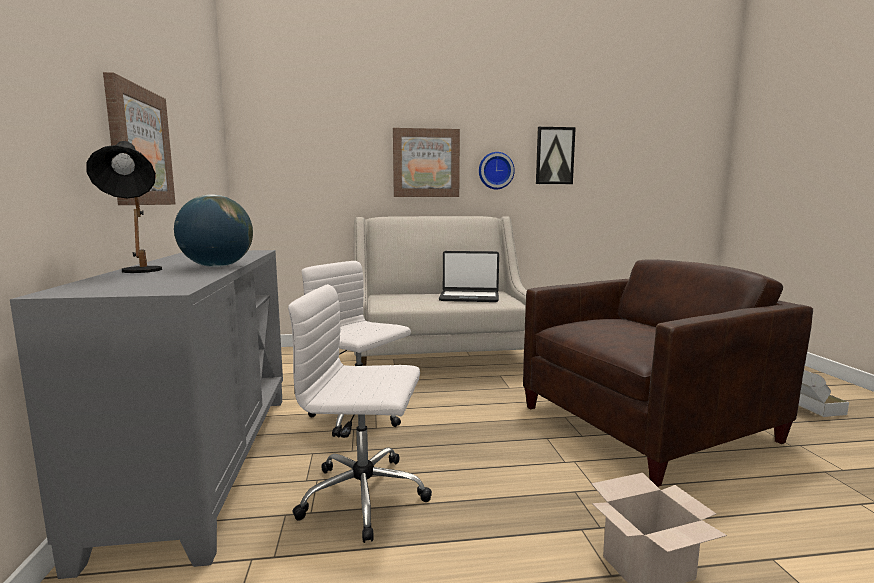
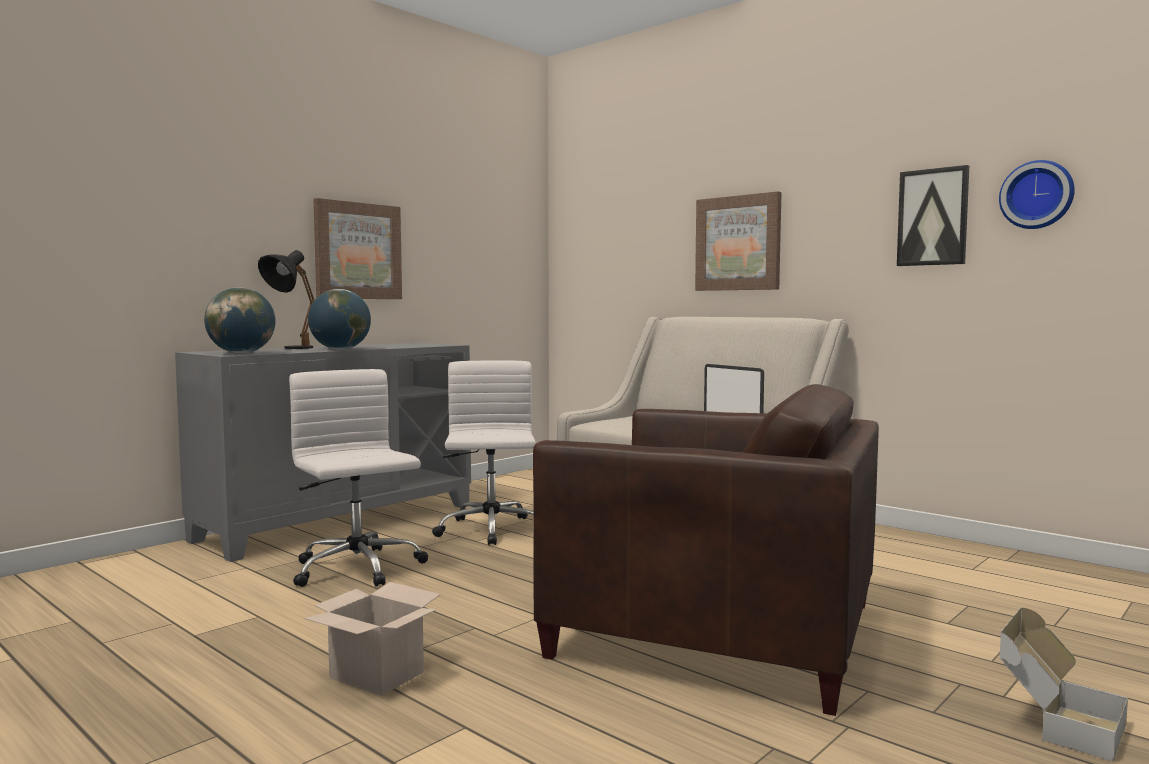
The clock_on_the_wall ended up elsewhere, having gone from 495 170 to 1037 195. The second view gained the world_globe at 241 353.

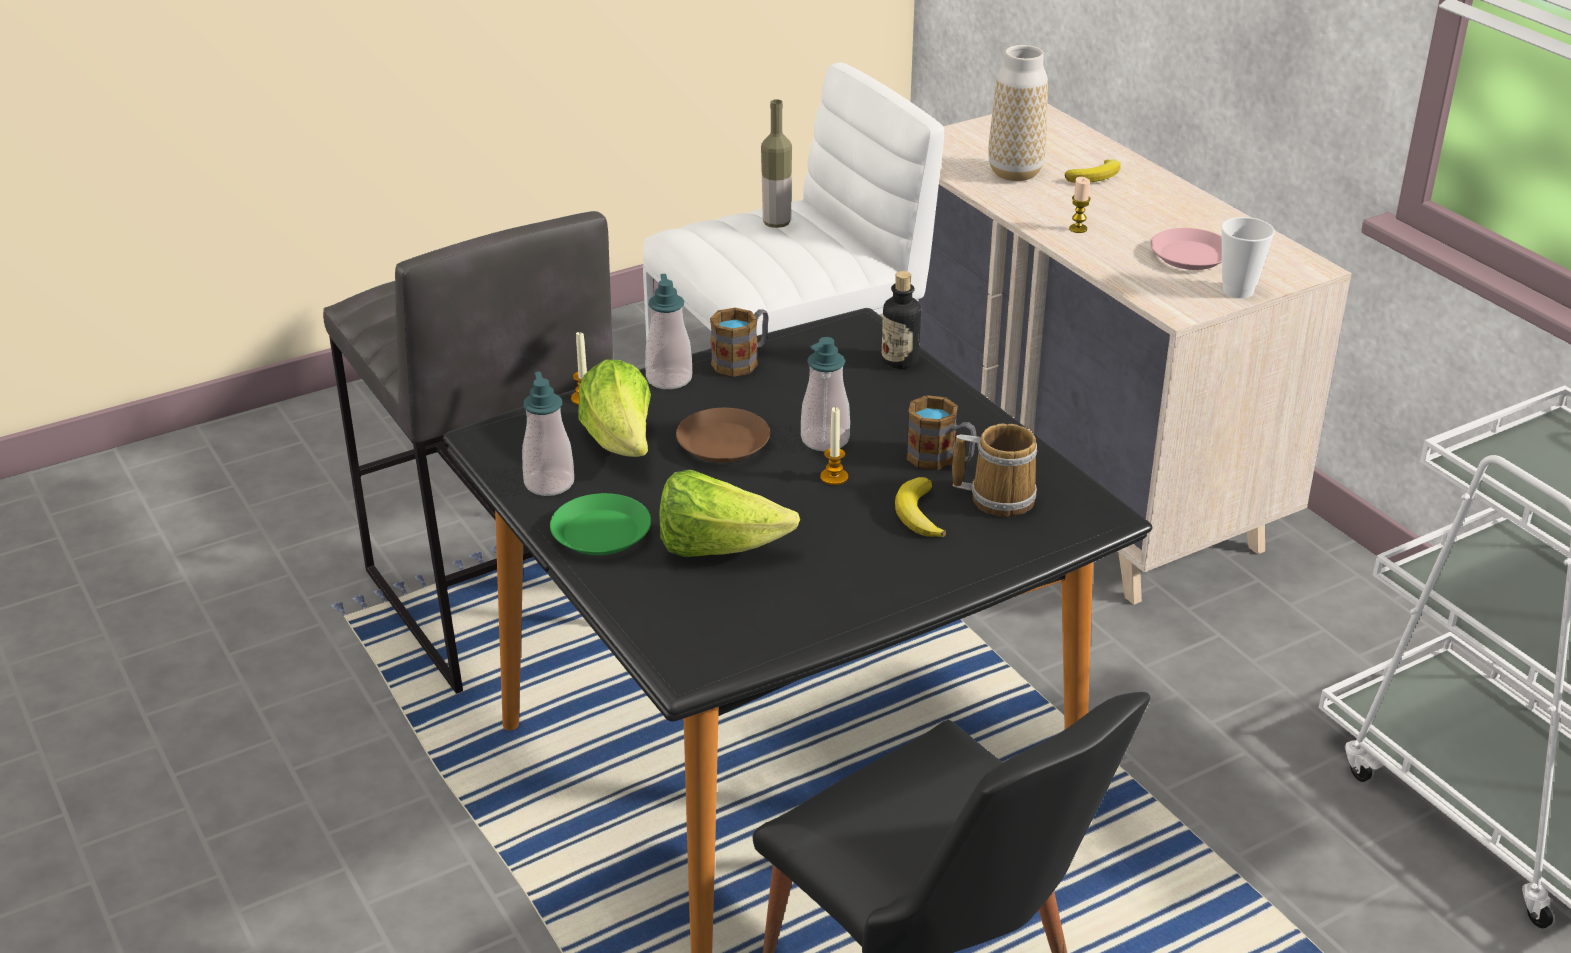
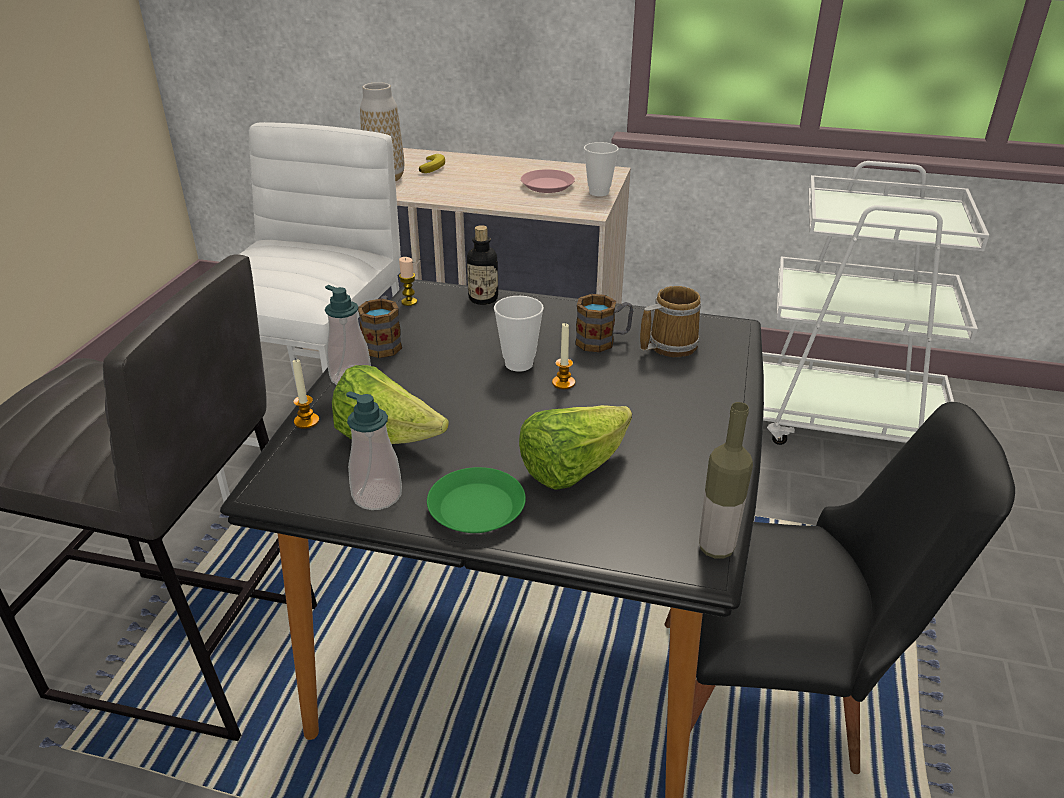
The second view lost the brown_plate at 723 443. The drink_bottle ended up elsewhere, having gone from 776 223 to 716 548. Where the liquid_soap_bottle stood at 825 440, the cup came to stand at 519 364. The second view lost the banana at 918 514. The wax_light ended up elsewhere, having gone from 1078 229 to 409 302.

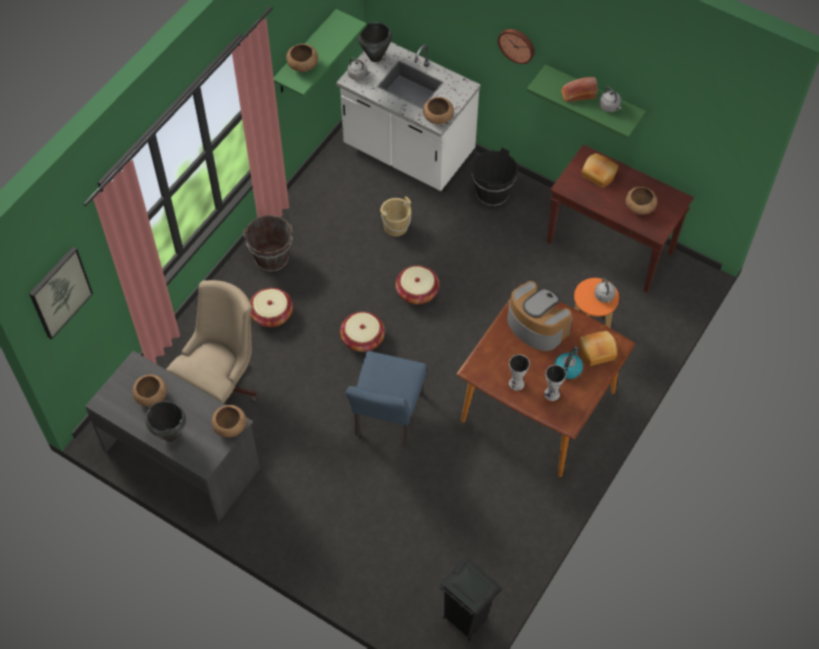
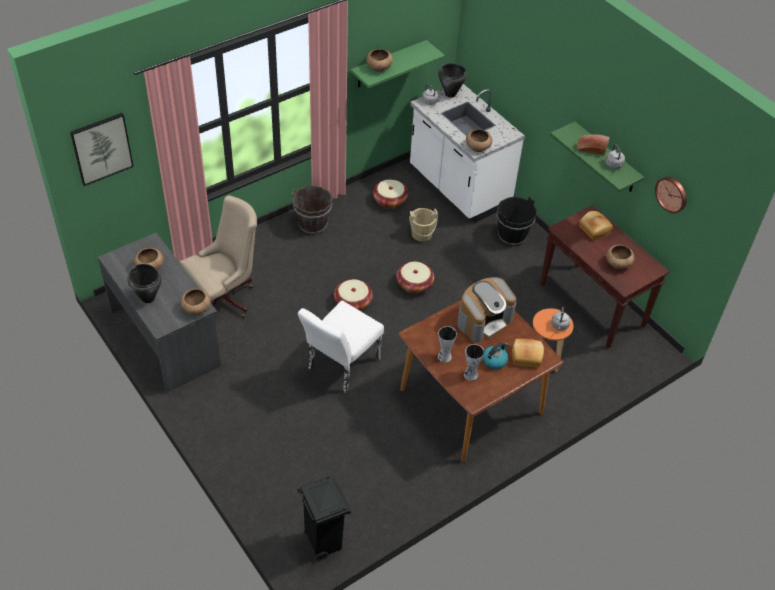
The basket ended up elsewhere, having gone from 272 314 to 390 201. What was the blue-coloured_plain_chair at 386 420 turned into the whitish_plain_chair at 340 367. The clock_on_the_wall ended up elsewhere, having gone from 517 45 to 672 194. The coffee_machine at 536 325 ended up facing another way, 75 degrees clockwise from before.

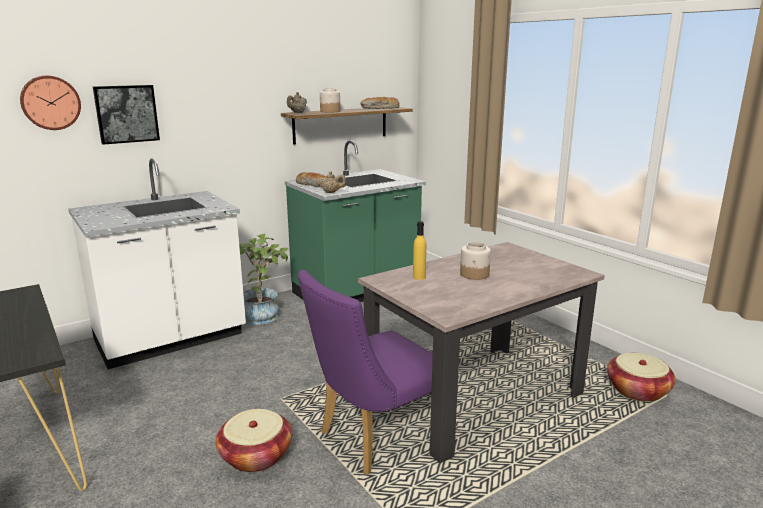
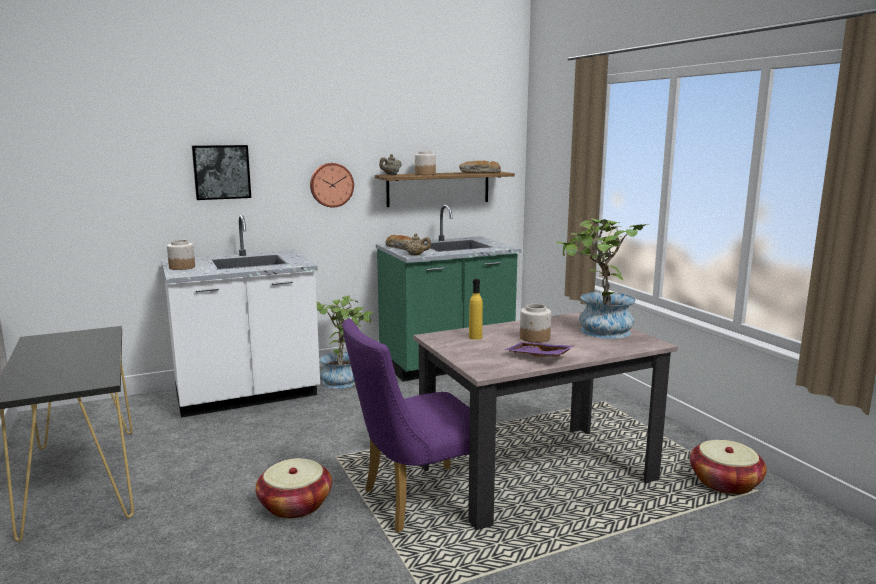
The clock_on_the_wall ended up elsewhere, having gone from 50 102 to 331 185. The second view gained the storage_jar at 182 267. The second view gained the purple_serving_tray at 538 357. The second view gained the plant_in_a_pot at 598 331.

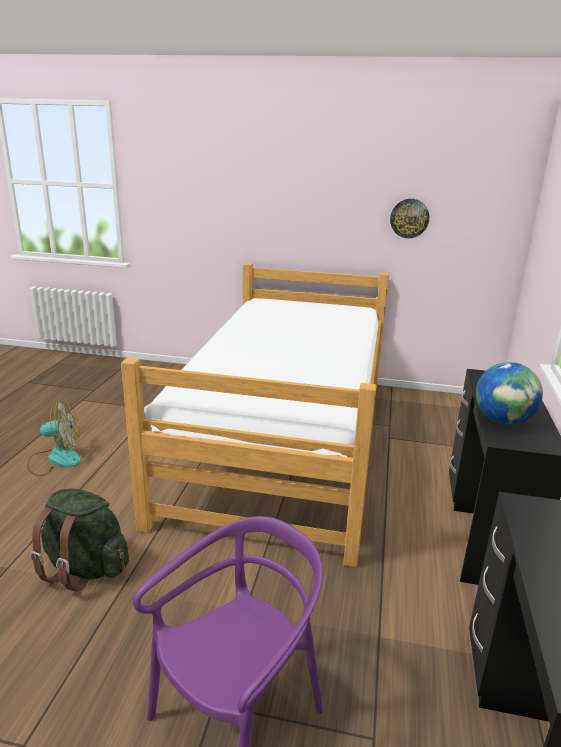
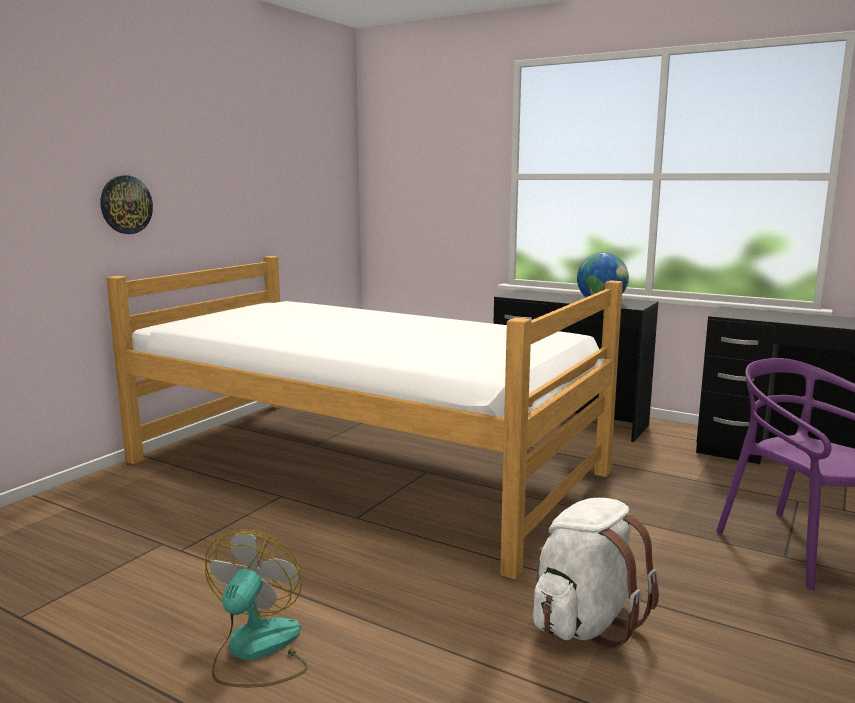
What was the green_knapsack at 85 568 turned into the whitish_knapsack at 585 622. The clock_on_the_wall ended up elsewhere, having gone from 409 218 to 126 205.

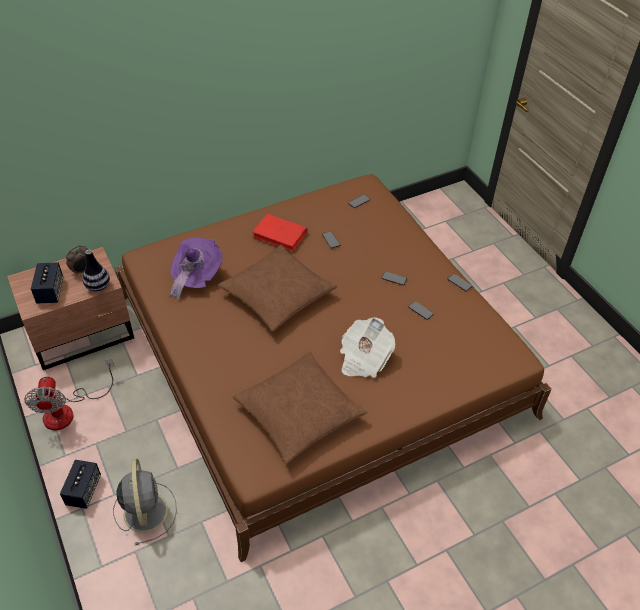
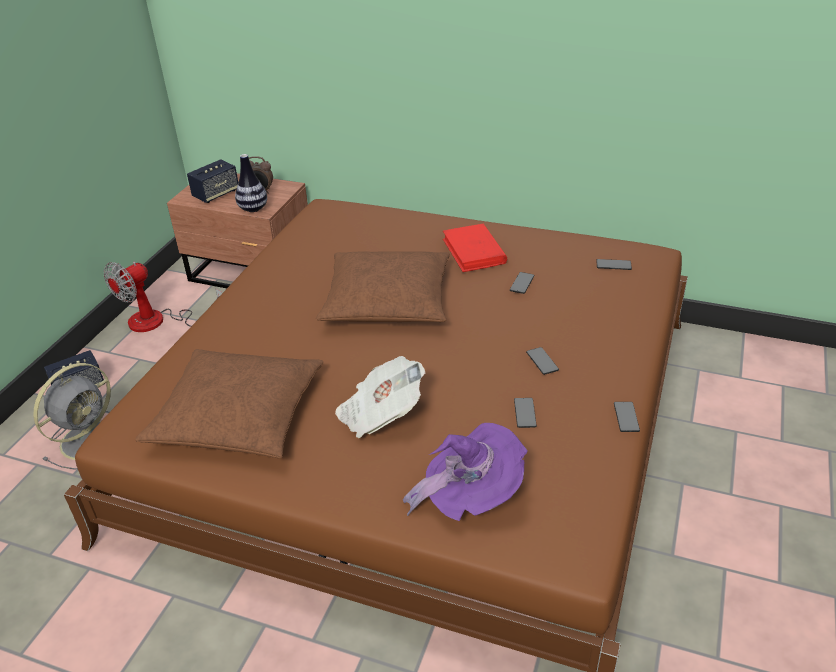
The purple_clothing_hat ended up elsewhere, having gone from 195 277 to 470 496.

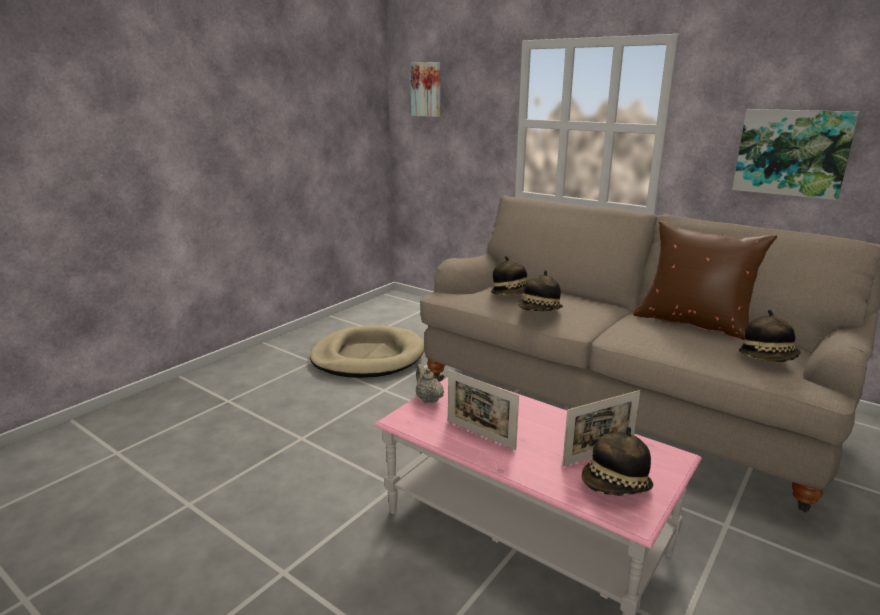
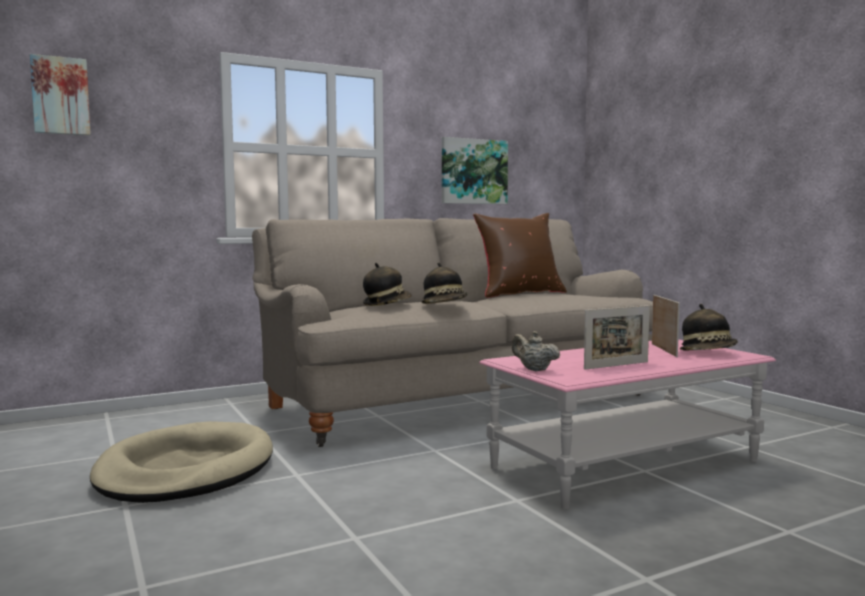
The beige_tea_pot at 428 399 ended up facing another way, 45 degrees clockwise from before. The second view lost the clothing_hat at 768 358.

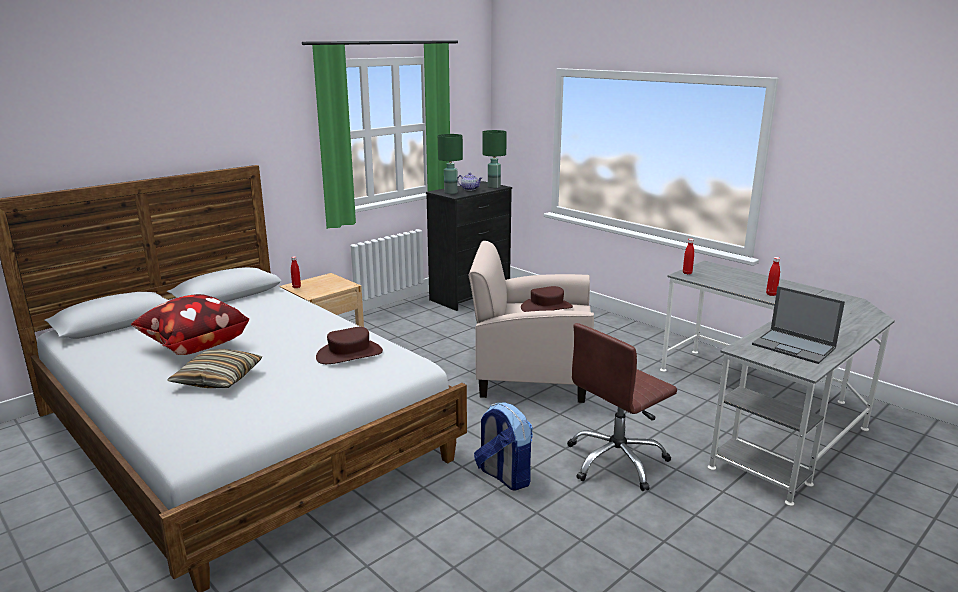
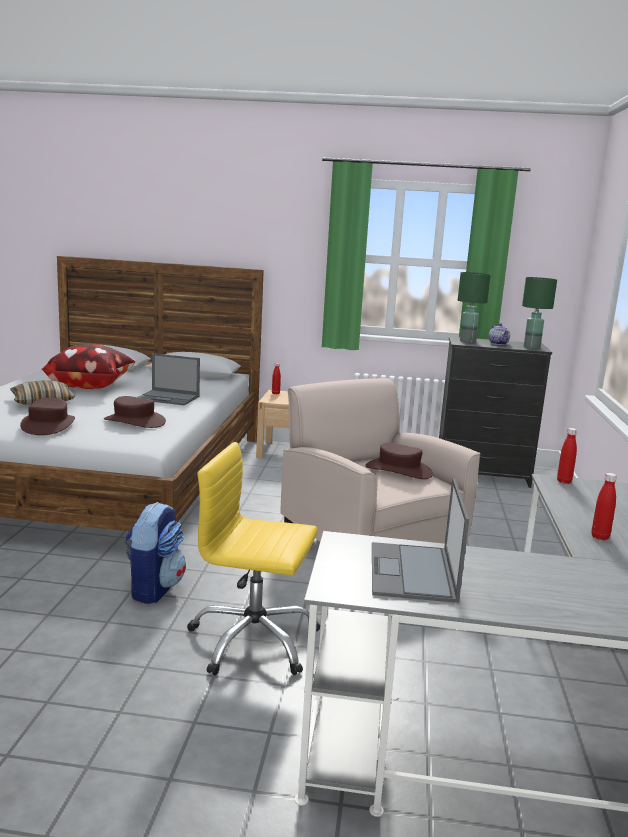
What was the brown_desk_chair at 616 461 turned into the yellowish_desk_chair at 253 641. The second view gained the brown_clothing_hat at 48 425. The second view gained the portable_computer at 168 398.

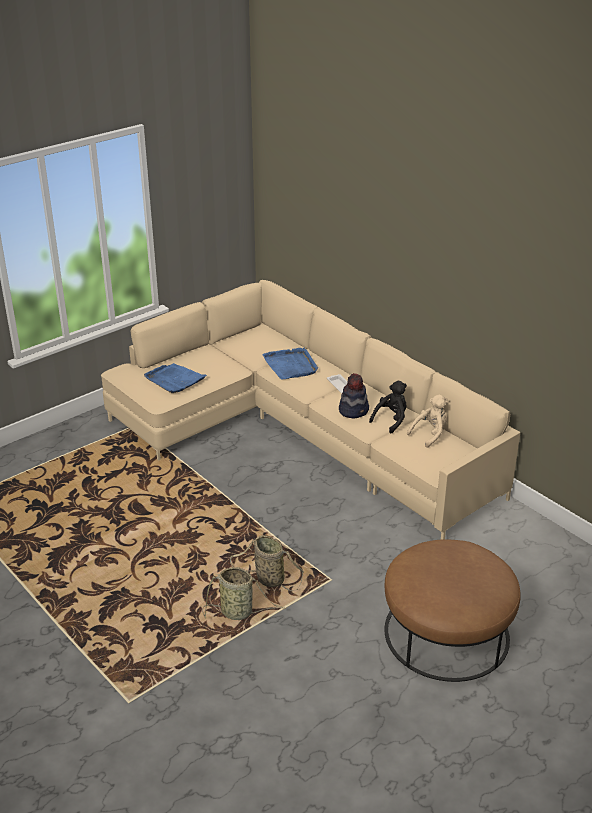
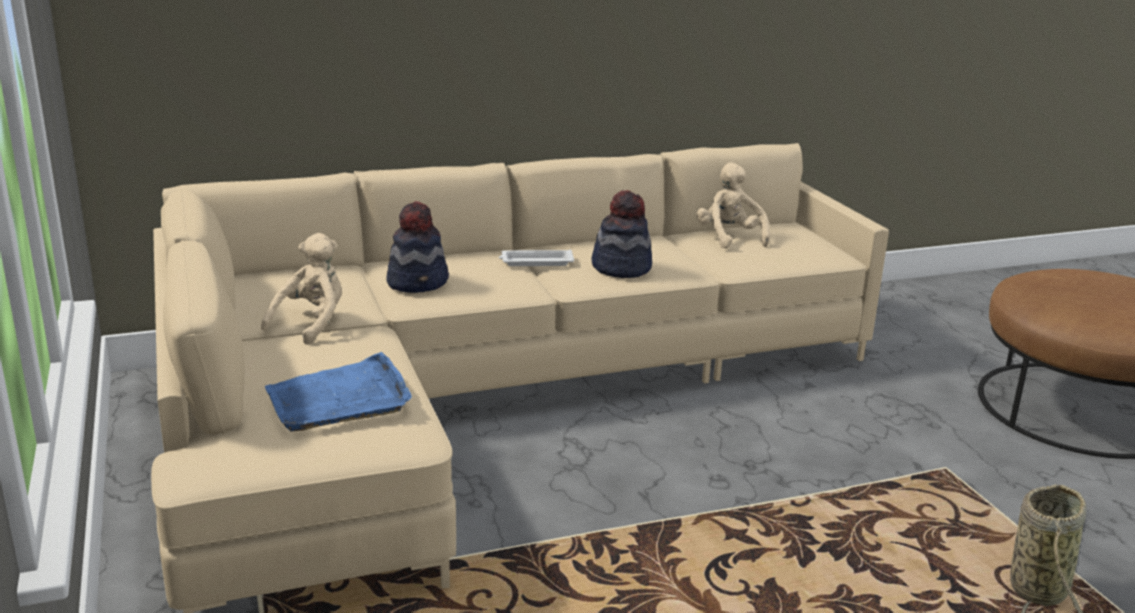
The second view lost the basket at 268 579. Where the blue-coloured_serving_tray stood at 291 365, the clothing_hat came to stand at 418 282. The second view lost the black_plush_toy at 391 420. The second view gained the beige_plush_toy at 311 324.

